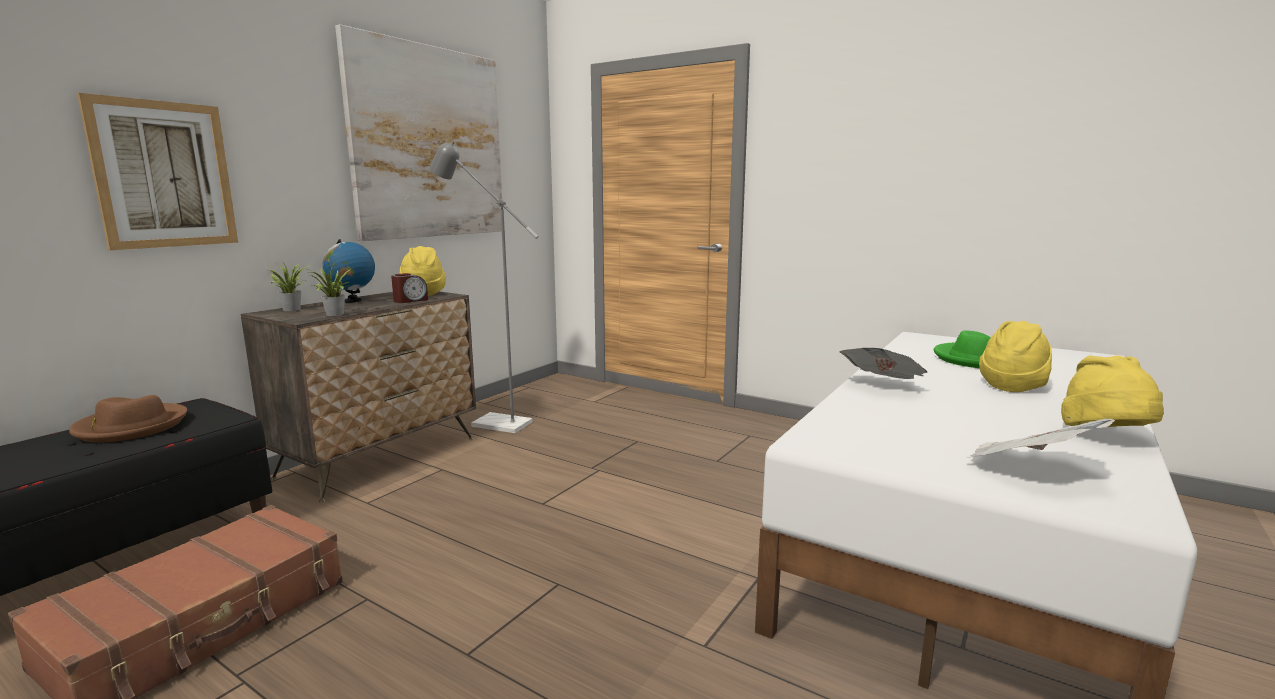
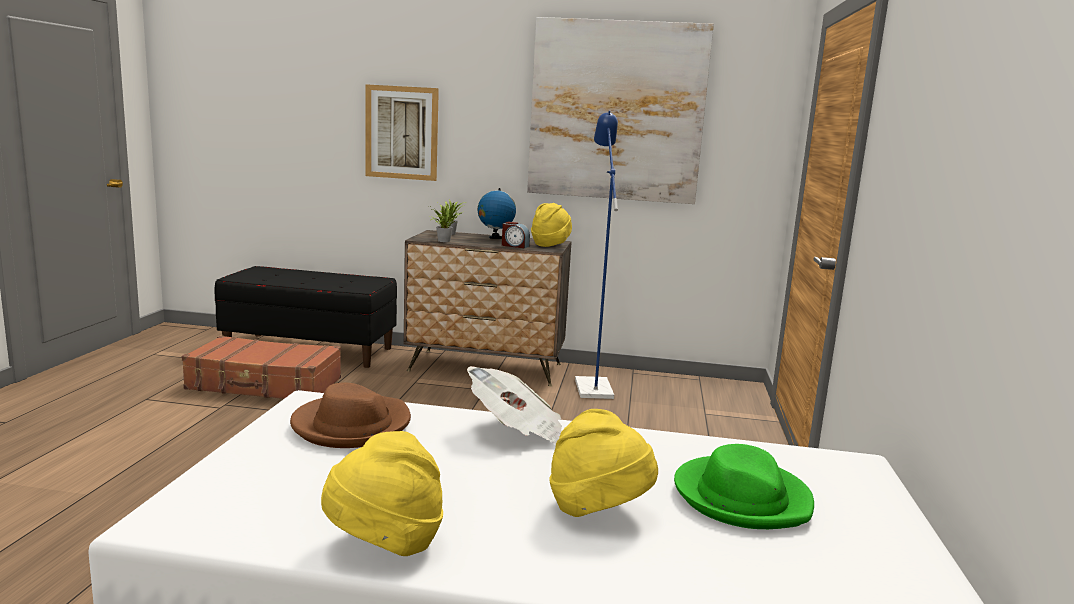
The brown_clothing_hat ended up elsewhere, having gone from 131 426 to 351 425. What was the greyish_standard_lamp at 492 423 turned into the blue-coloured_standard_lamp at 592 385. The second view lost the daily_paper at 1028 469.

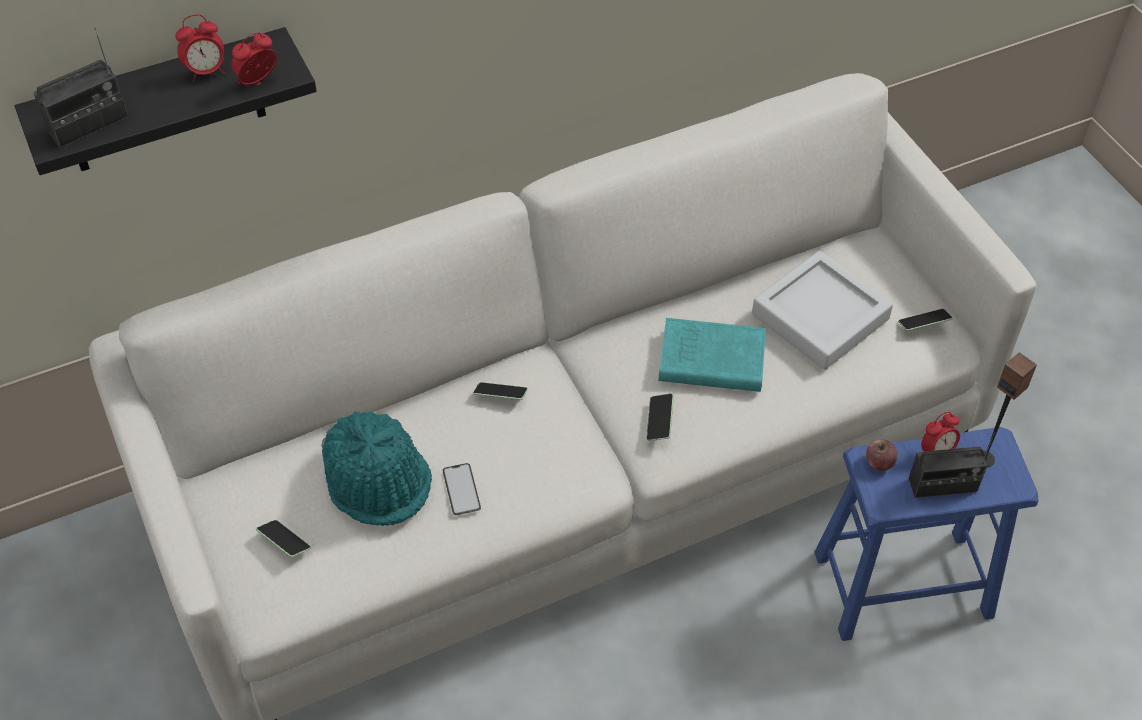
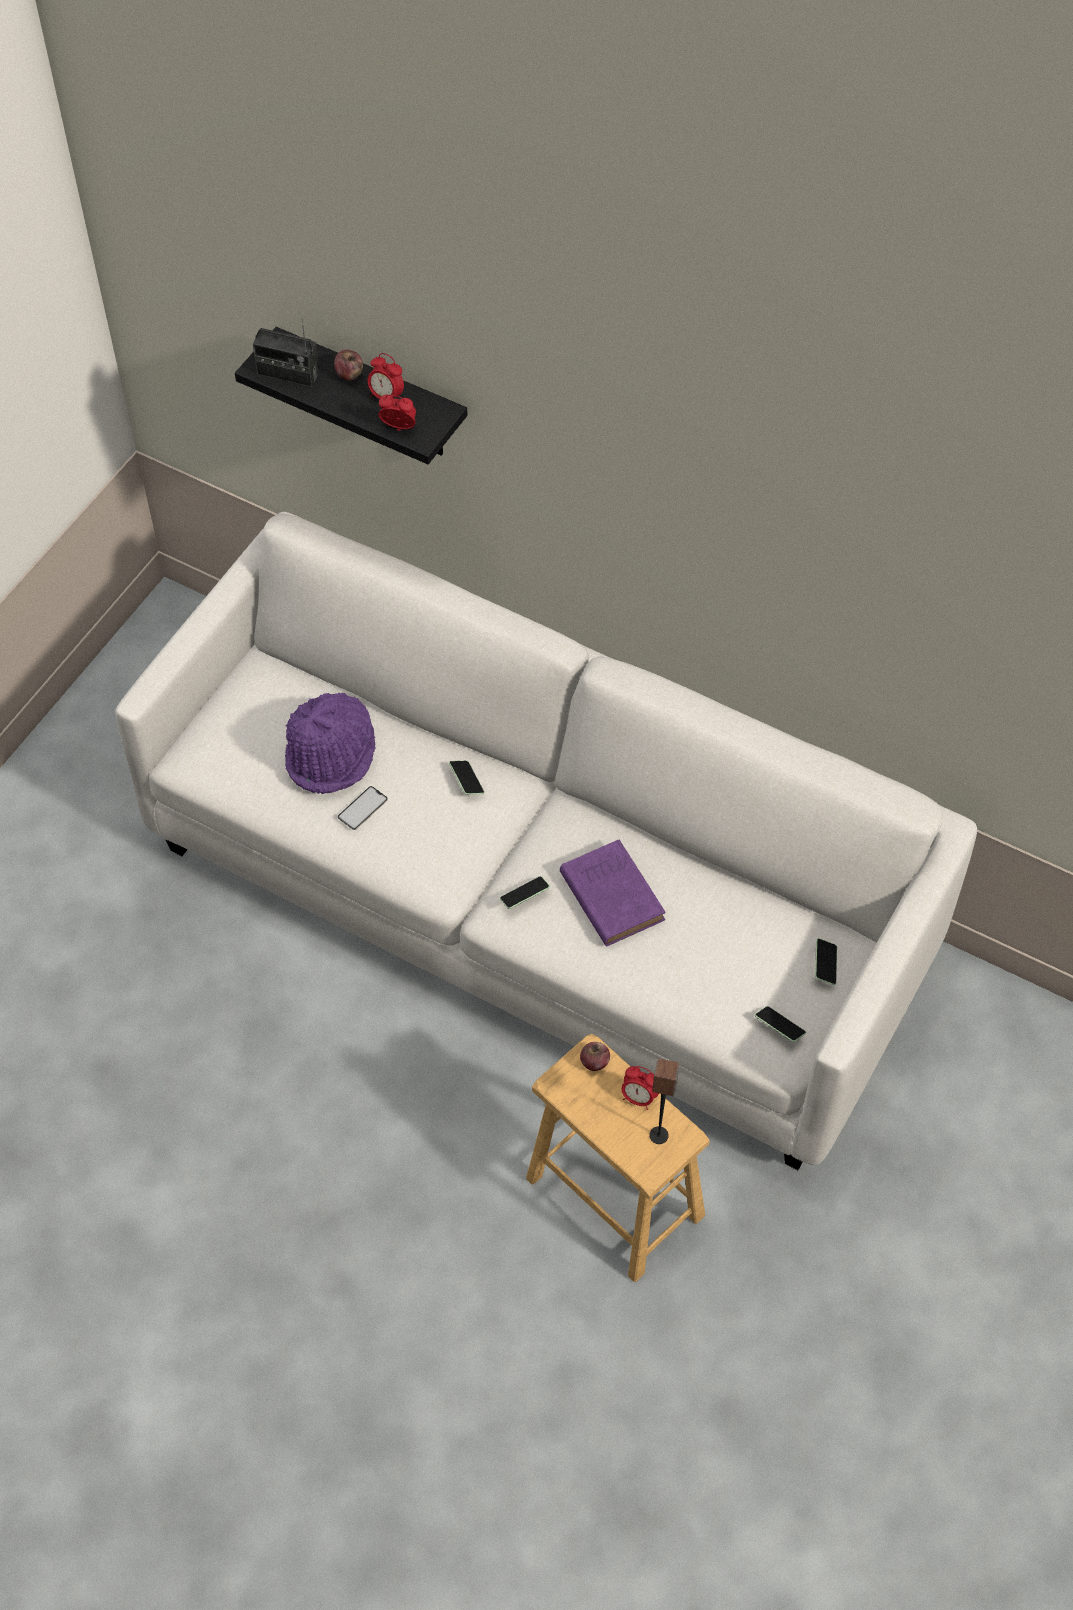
The handset ended up elsewhere, having gone from 284 542 to 825 965. What was the turquoise-coloured_clothing_hat at 378 480 turned into the purple_clothing_hat at 332 755. What was the turquoise-coloured_volume at 708 360 turned into the purple_volume at 610 894. The second view lost the greyish_serving_tray at 820 317. What was the blue-coloured_stool at 902 584 turned into the brown_stool at 615 1196. The second view lost the radio_receiver at 942 485. The second view gained the apple at 349 374.

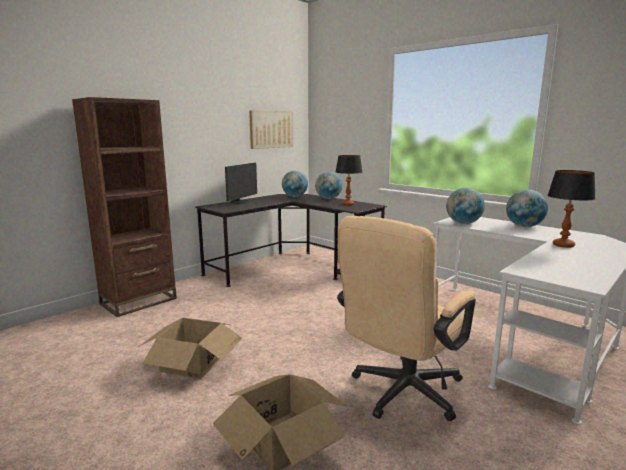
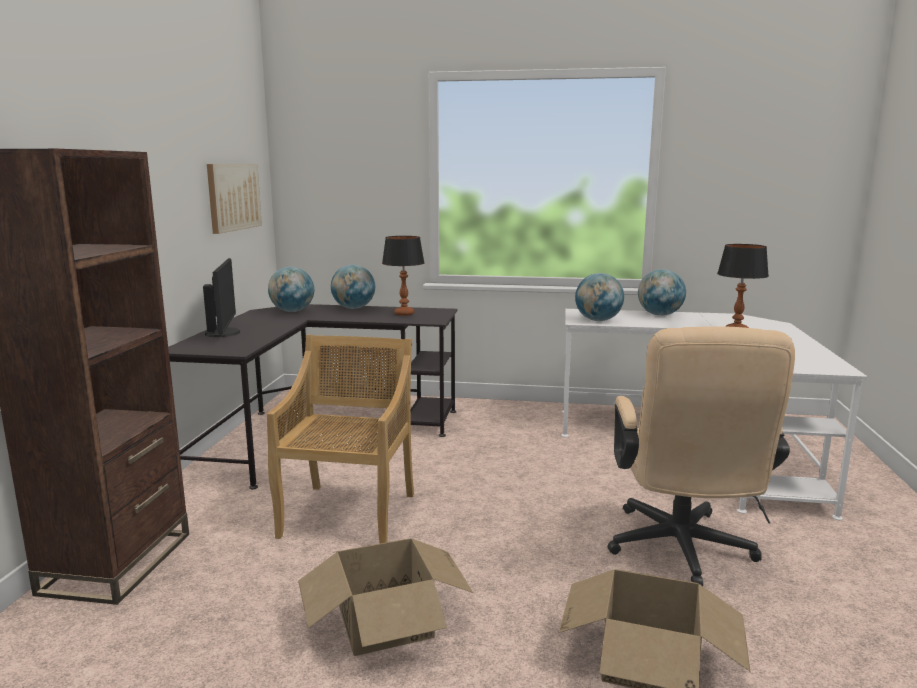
The second view gained the beige_plain_chair at 349 514.

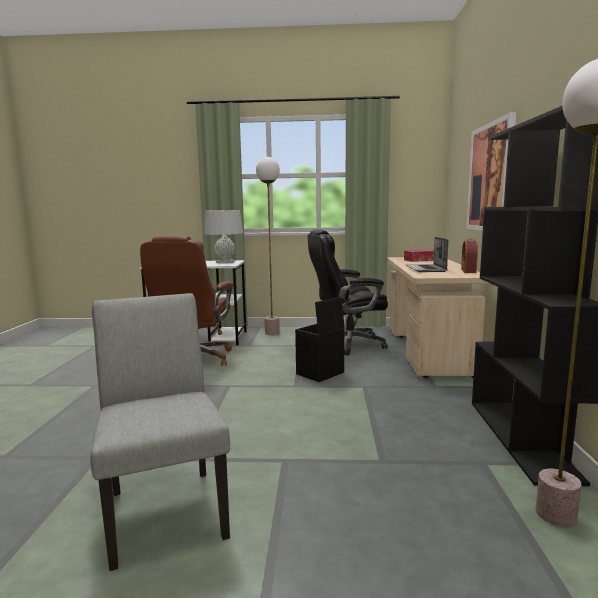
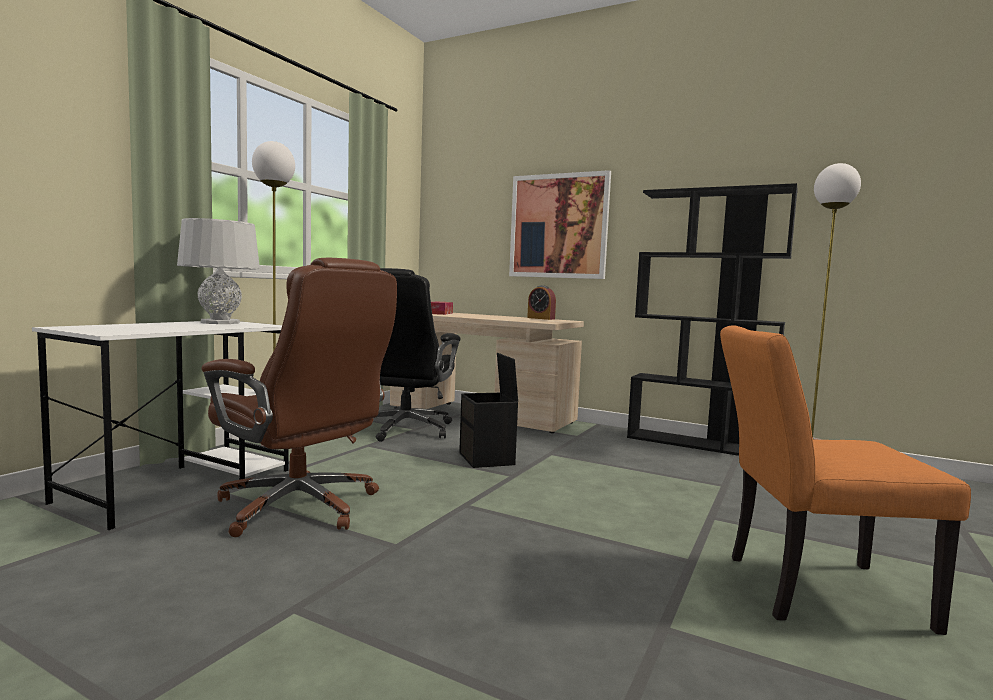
What was the greyish_plain_chair at 165 506 turned into the orangey_plain_chair at 809 590. The second view lost the portable_computer at 426 269.

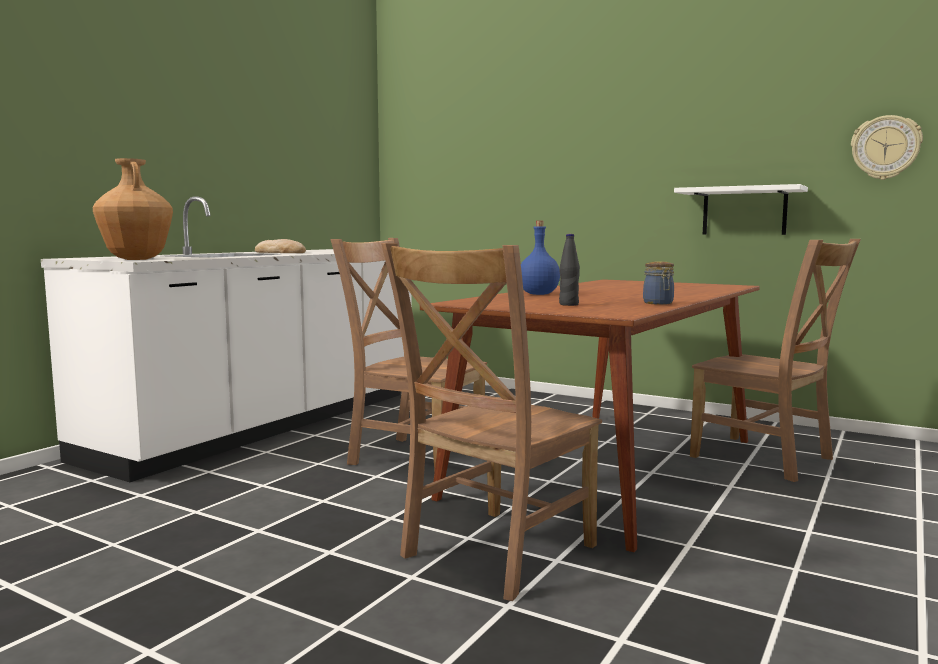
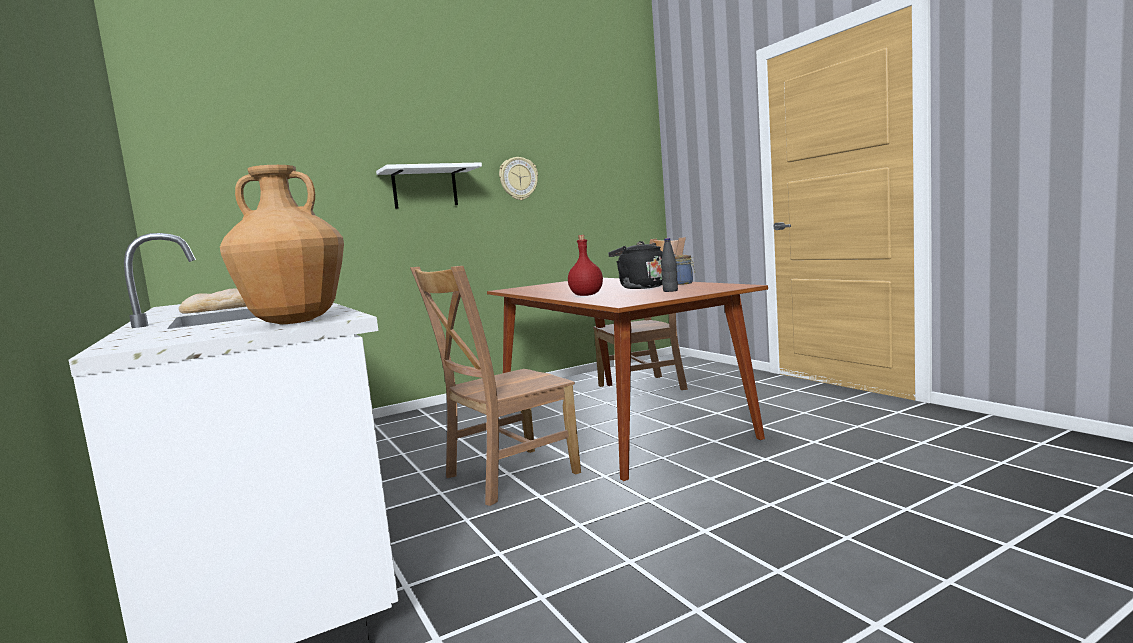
The second view lost the brown_plain_chair at 494 553. What was the blue-coloured_drink_bottle at 539 294 turned into the reddish_drink_bottle at 586 295. The whitish_shelf ended up elsewhere, having gone from 744 211 to 425 188. The clock_on_the_wall ended up elsewhere, having gone from 885 147 to 518 178. The second view gained the black_tea_kettle at 640 287.

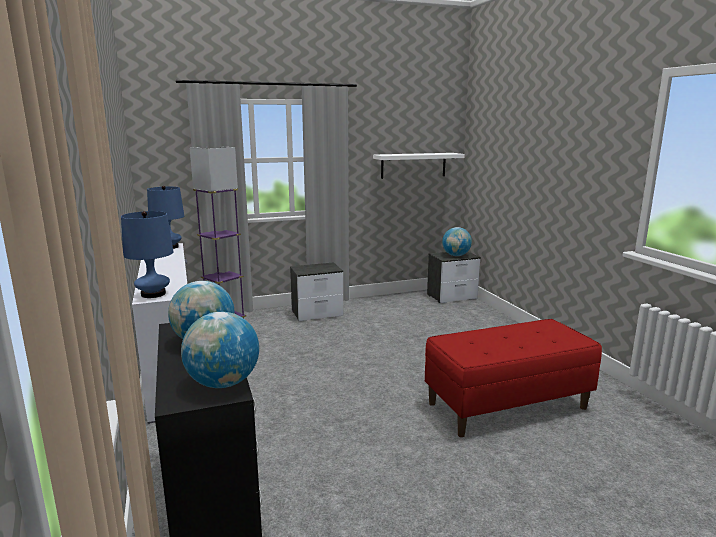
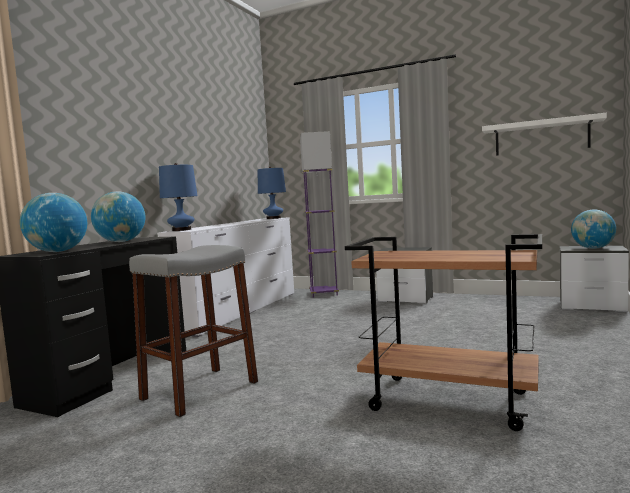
Where the reddish_long_seat stood at 507 405, the brown_cart came to stand at 450 401. The second view gained the greyish_stool at 200 390.

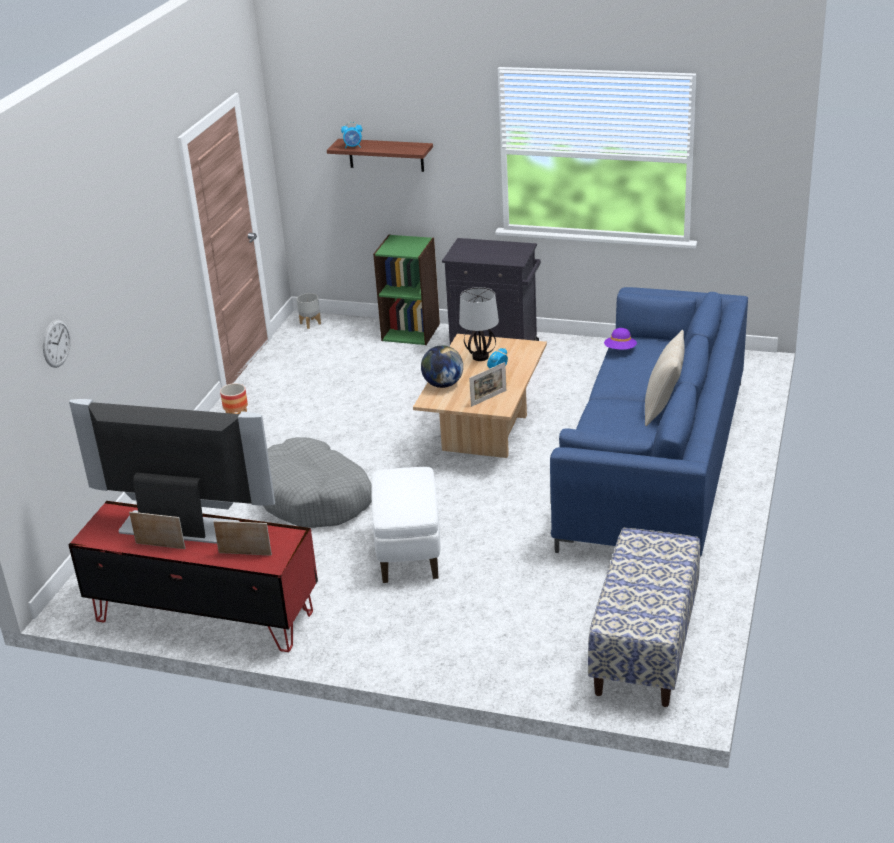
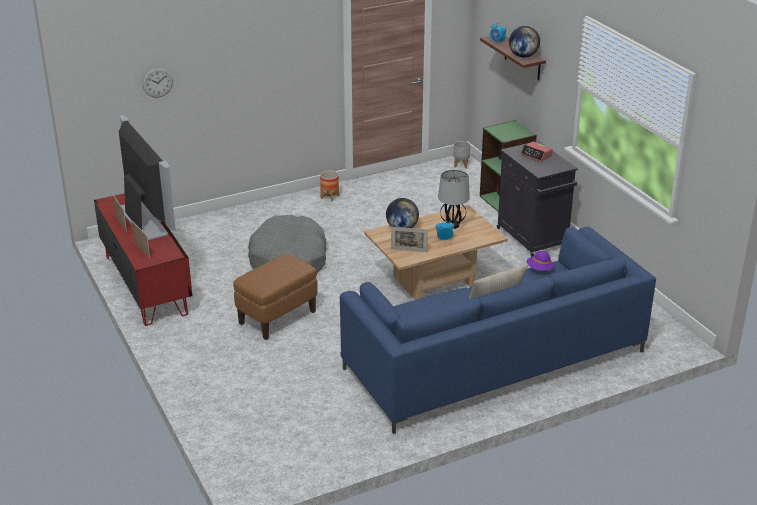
What was the whitish_footrest at 408 552 turned into the brown_footrest at 277 317. The second view lost the long_seat at 646 646. The second view gained the world_globe at 523 56. The second view gained the bedside_clock at 536 155.

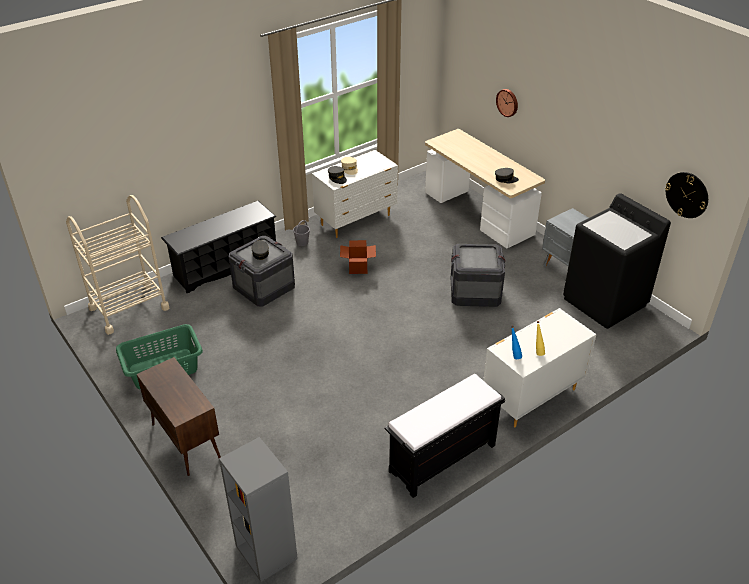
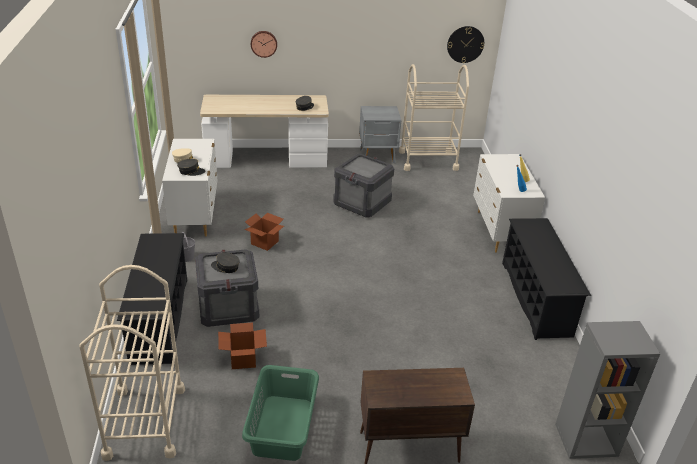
Where the black_long_seat stood at 442 459, the black_shoe_rack came to stand at 536 298. Where the black_washing_machine stood at 605 302, the beige_cart came to stand at 428 160. The second view gained the cardboard_box at 243 359.

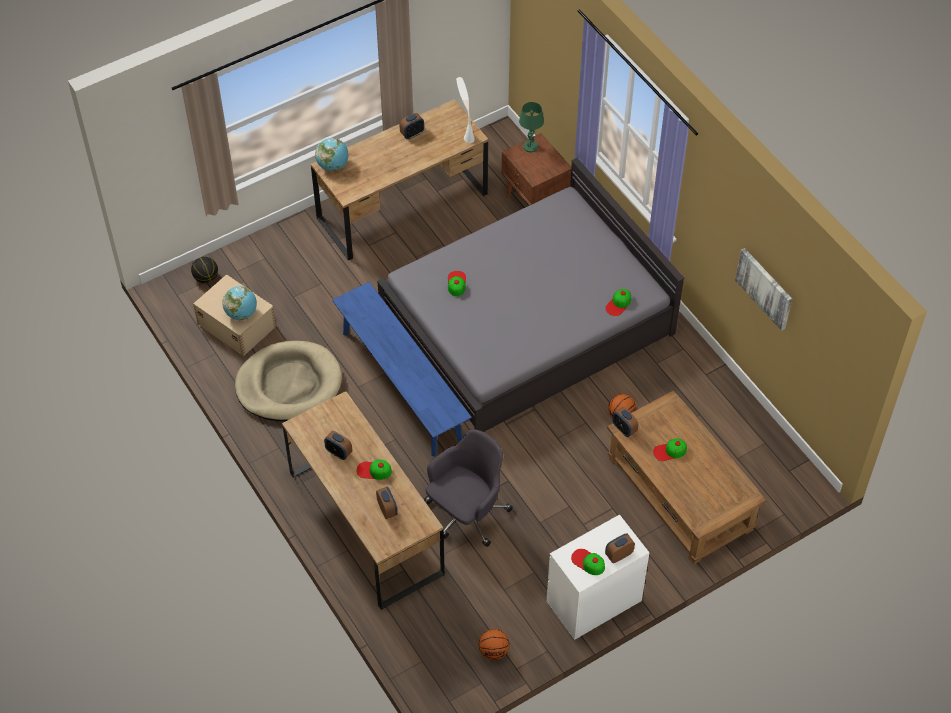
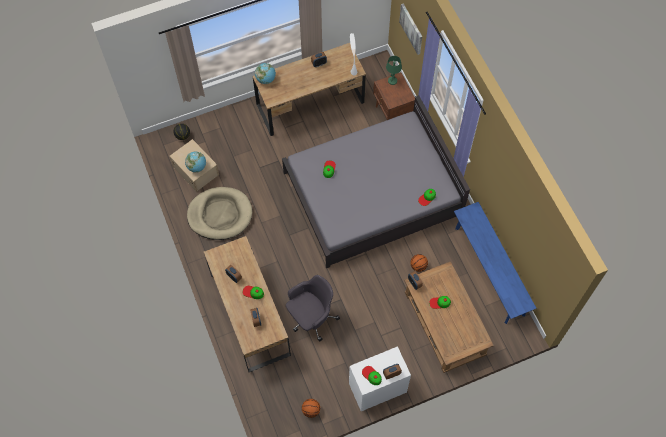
The blue-coloured_long_seat ended up elsewhere, having gone from 402 385 to 489 270. The wall_picture ended up elsewhere, having gone from 765 288 to 411 28.

